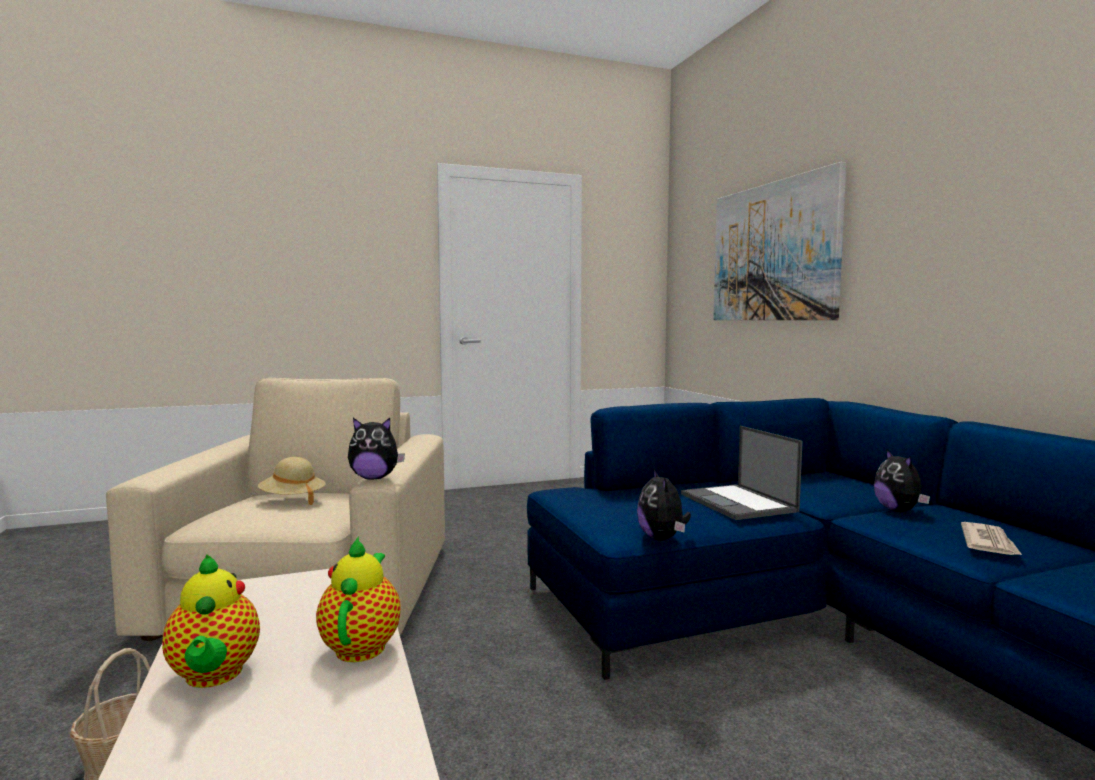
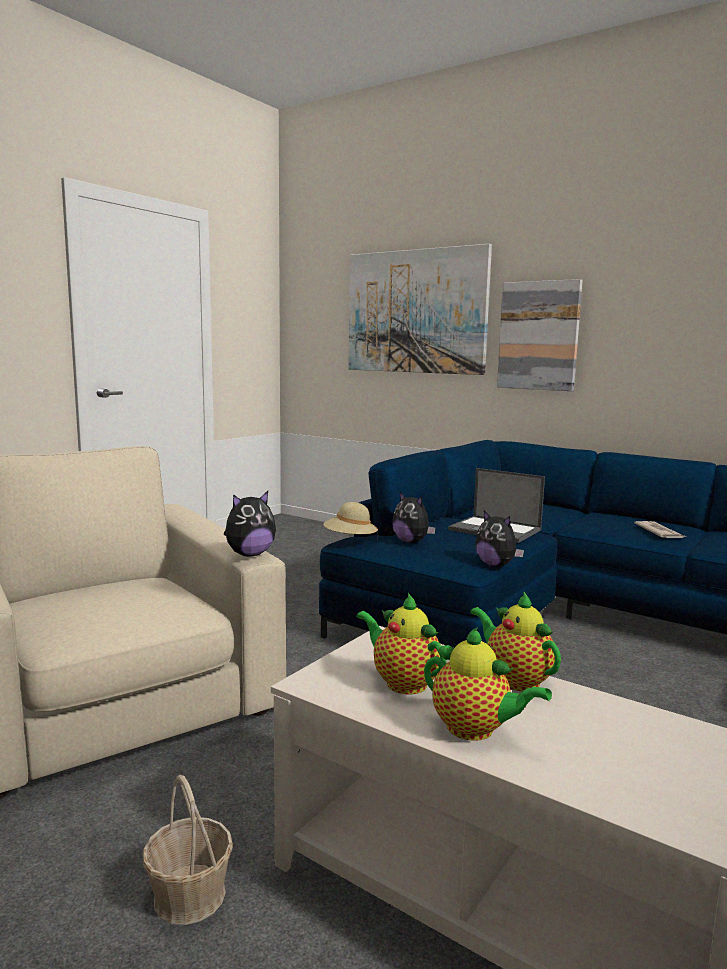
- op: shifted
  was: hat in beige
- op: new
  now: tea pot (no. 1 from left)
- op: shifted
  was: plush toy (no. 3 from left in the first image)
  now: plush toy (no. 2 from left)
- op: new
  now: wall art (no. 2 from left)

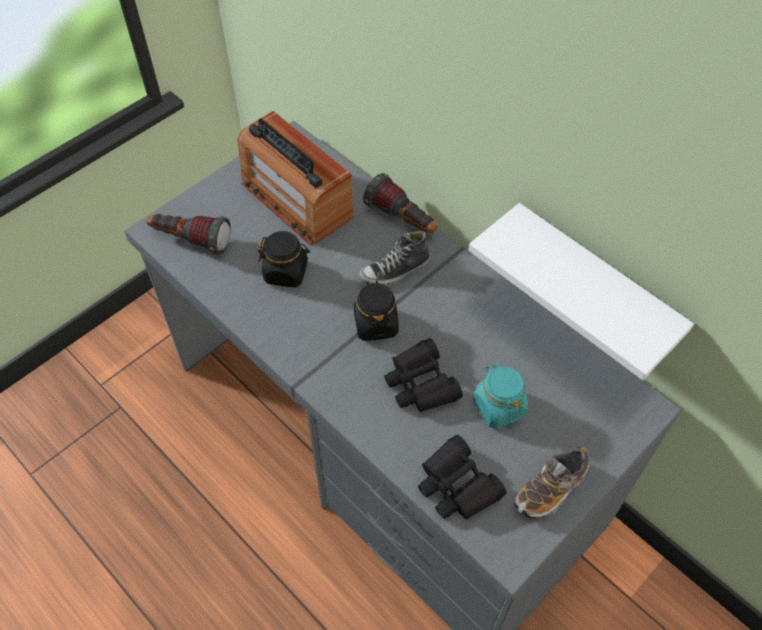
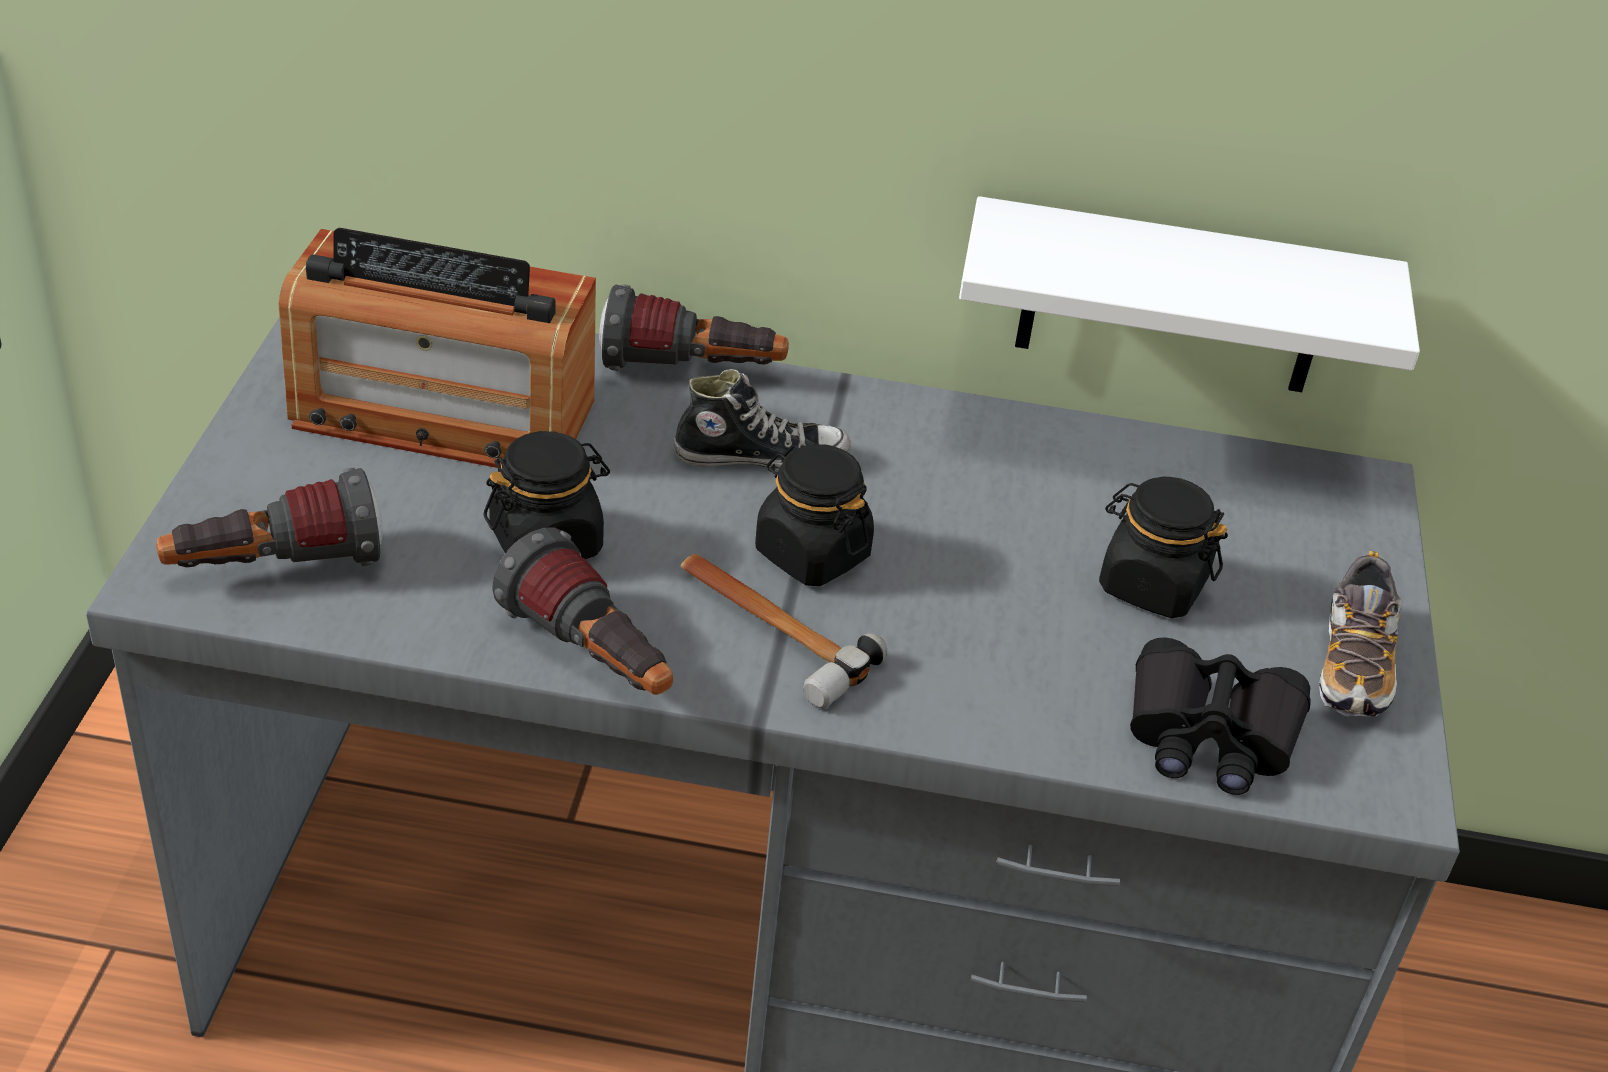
- op: new
  now: flashlight (no. 2 from left)
- op: rotated
  was: shoe (no. 1 from left)
  clockwise: -120
- op: new
  now: hand hammer
- op: repainted
  was: storage jar in turquoise-coloured
  now: storage jar in blackish (no. 3 from left)
- op: gone
  was: pair of binoculars in blackish (no. 1 from left)

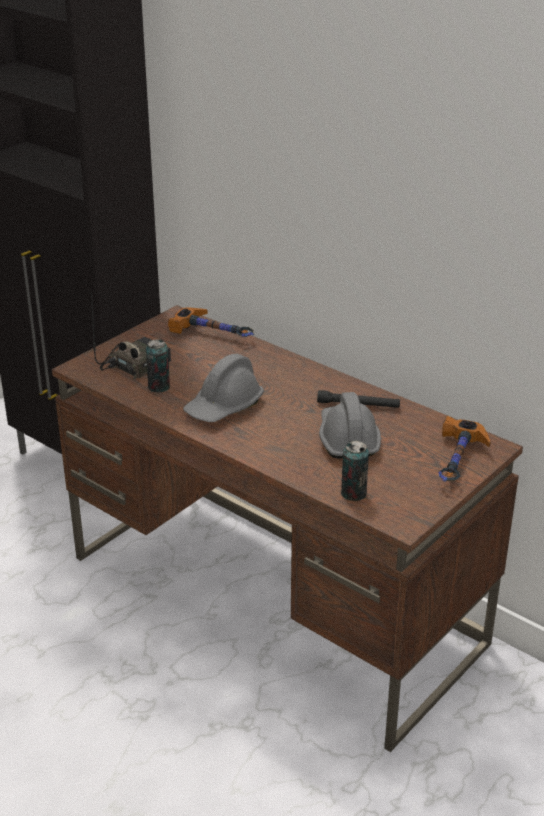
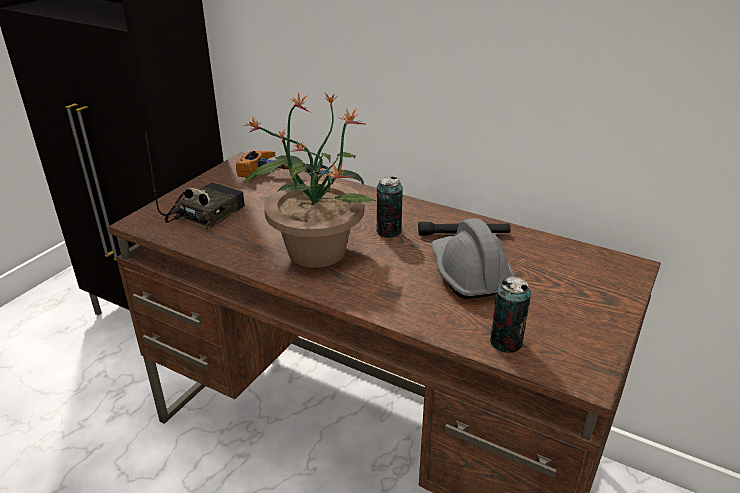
- op: swapped
  was: safety helmet in gray (no. 1 from left)
  now: houseplant
- op: shifted
  was: can (no. 1 from left)
- op: gone
  was: hand hammer (no. 2 from left)

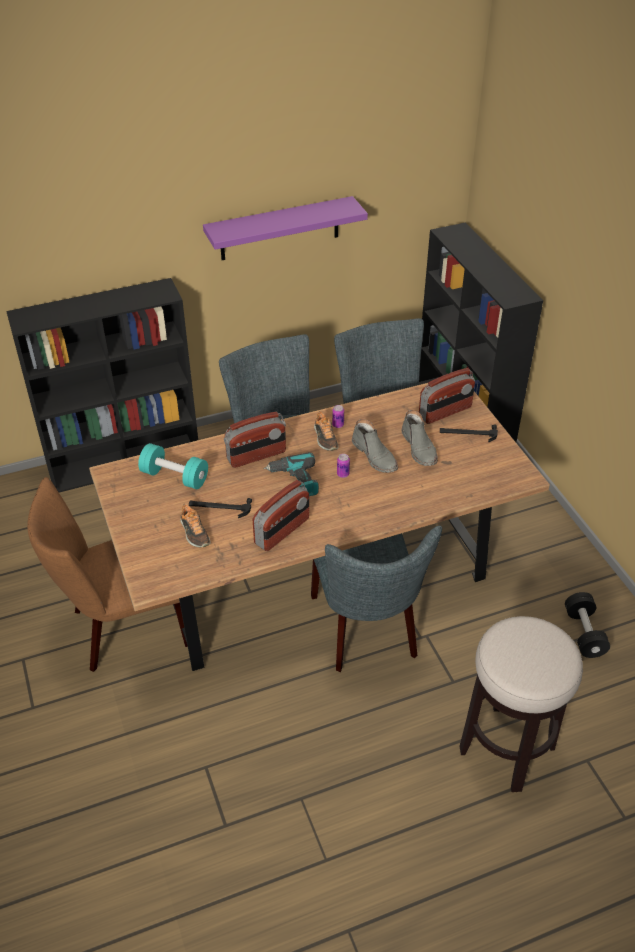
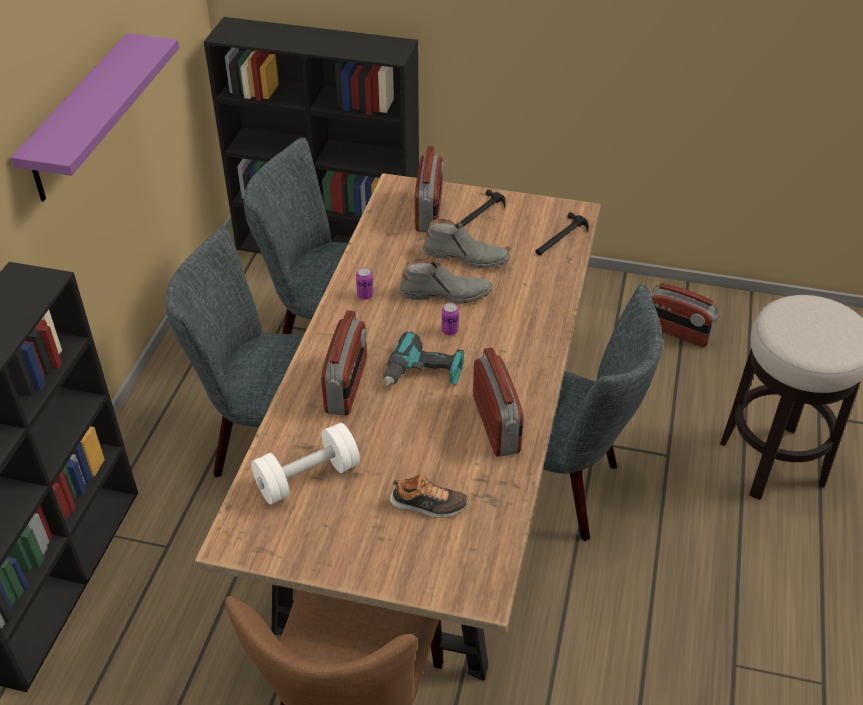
- op: repainted
  was: dumbbell in turquoise-coloured
  now: dumbbell in white-coloured
- op: shifted
  was: hand hammer (no. 1 from left in the first image)
  now: hand hammer (no. 2 from left)
- op: swapped
  was: dumbbell in blackish
  now: radio set (no. 4 from left)
- op: gone
  was: shoe (no. 2 from left)

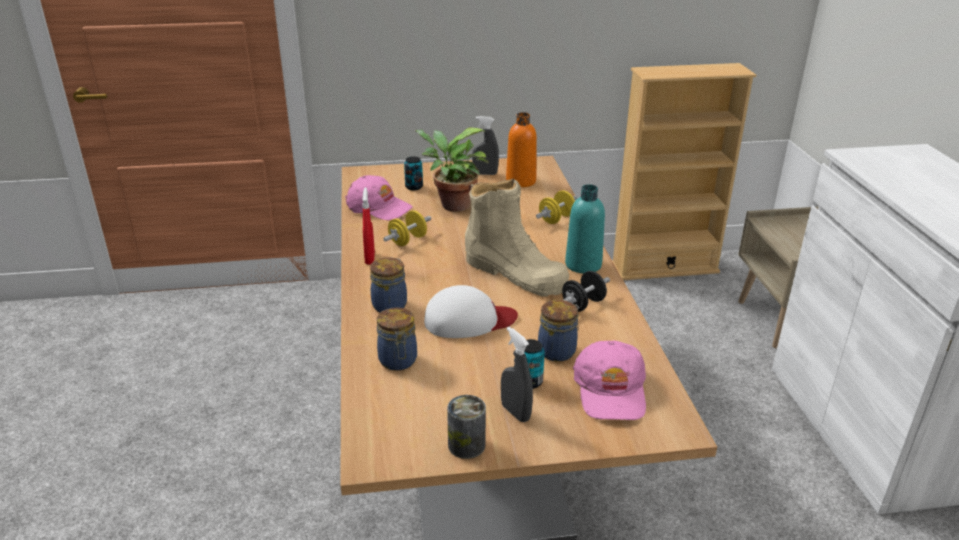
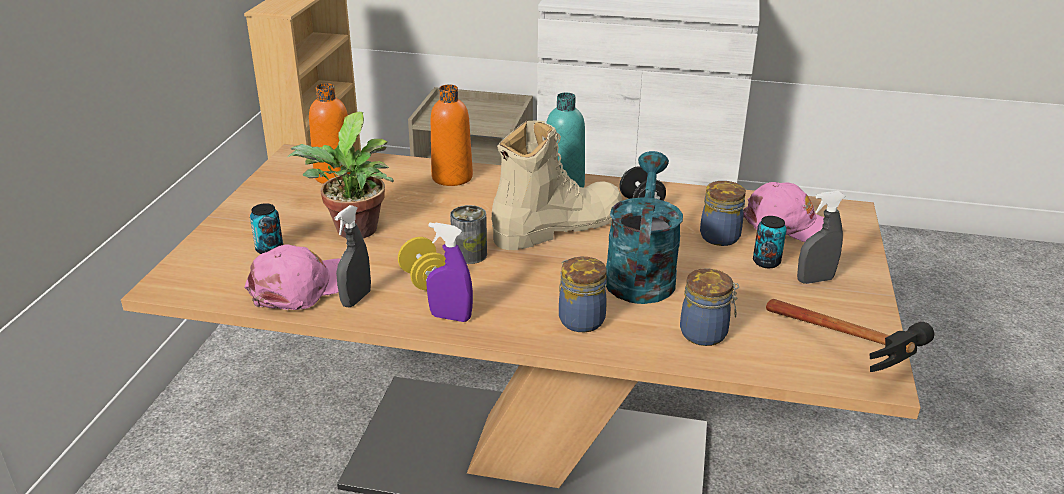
- op: shifted
  was: spray bottle in gray (no. 1 from left)
- op: repainted
  was: spray bottle in red-coloured
  now: spray bottle in purplish
- op: swapped
  was: dumbbell in yellow (no. 2 from left)
  now: drink bottle in orangey (no. 2 from left)
- op: shifted
  was: can (no. 2 from left)
- op: swapped
  was: baseball cap in white-coloured
  now: watering can in turquoise-coloured
- op: new
  now: hand hammer

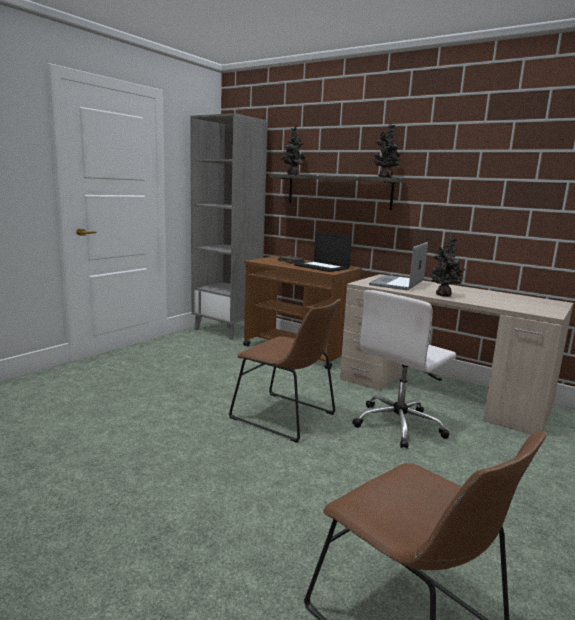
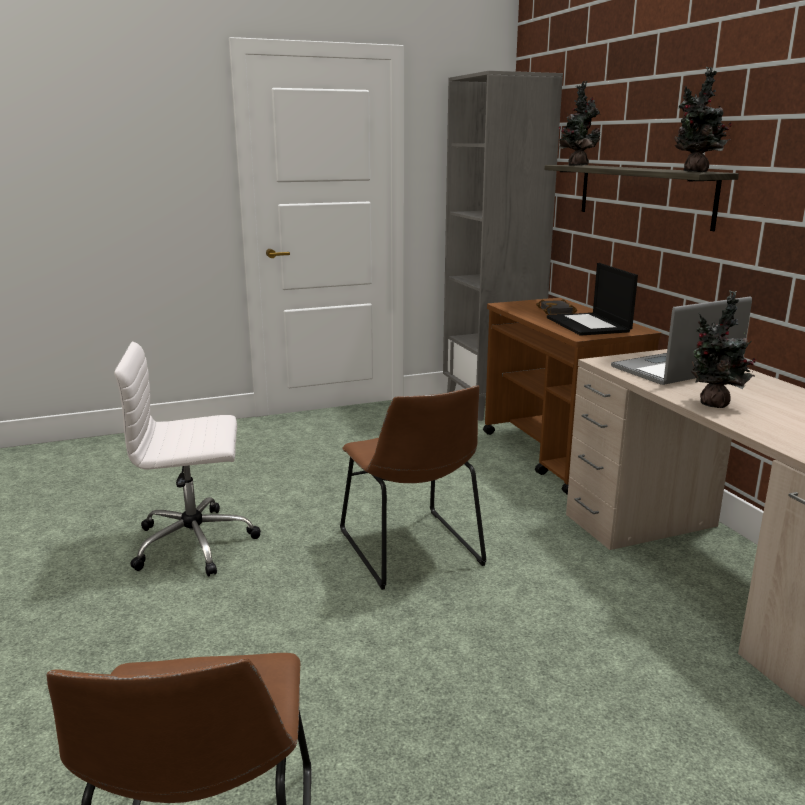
- op: shifted
  was: desk chair in white-coloured

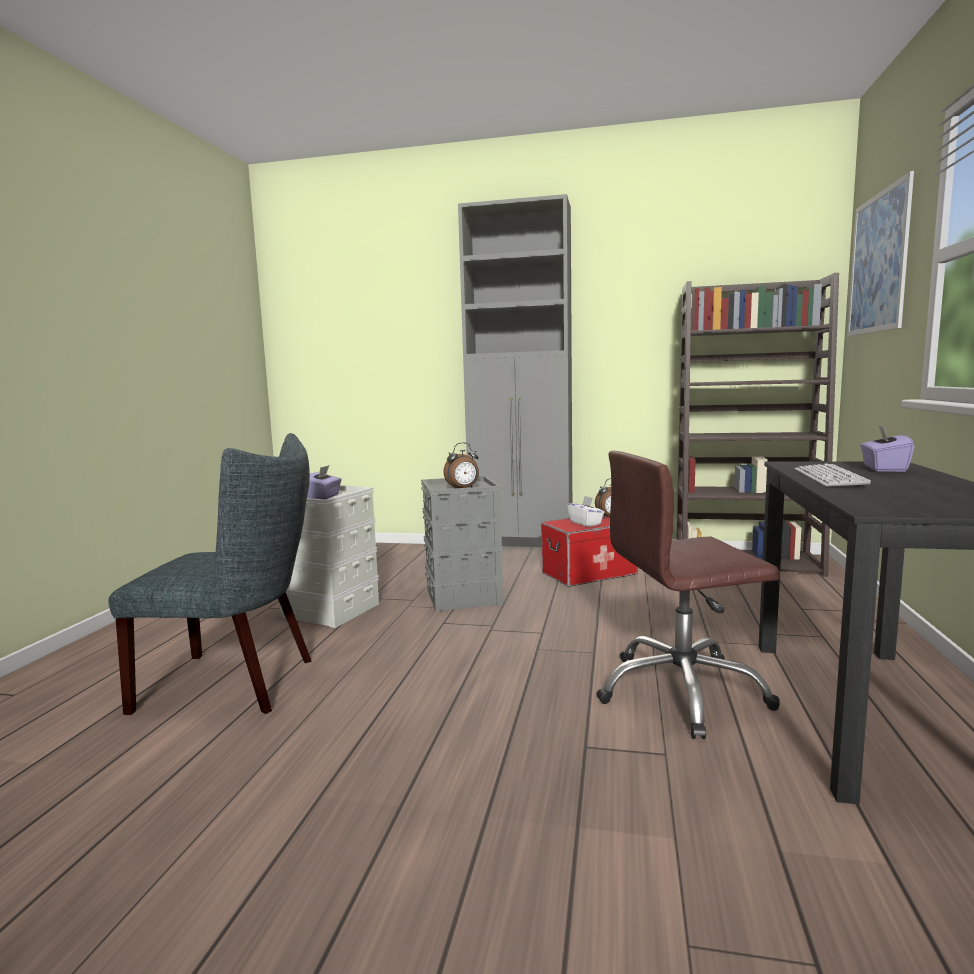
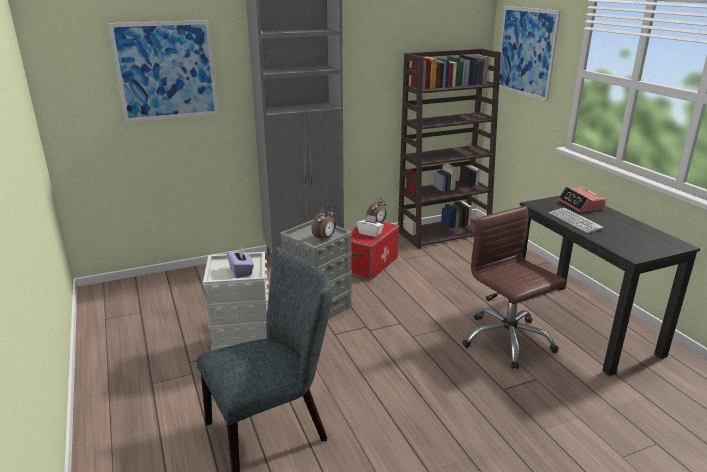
- op: new
  now: wall art (no. 1 from left)
- op: rotated
  was: desk chair in brown-coloured
  clockwise: 105
- op: swapped
  was: tissue box in purplish (no. 2 from left)
  now: bedside clock (no. 3 from left)

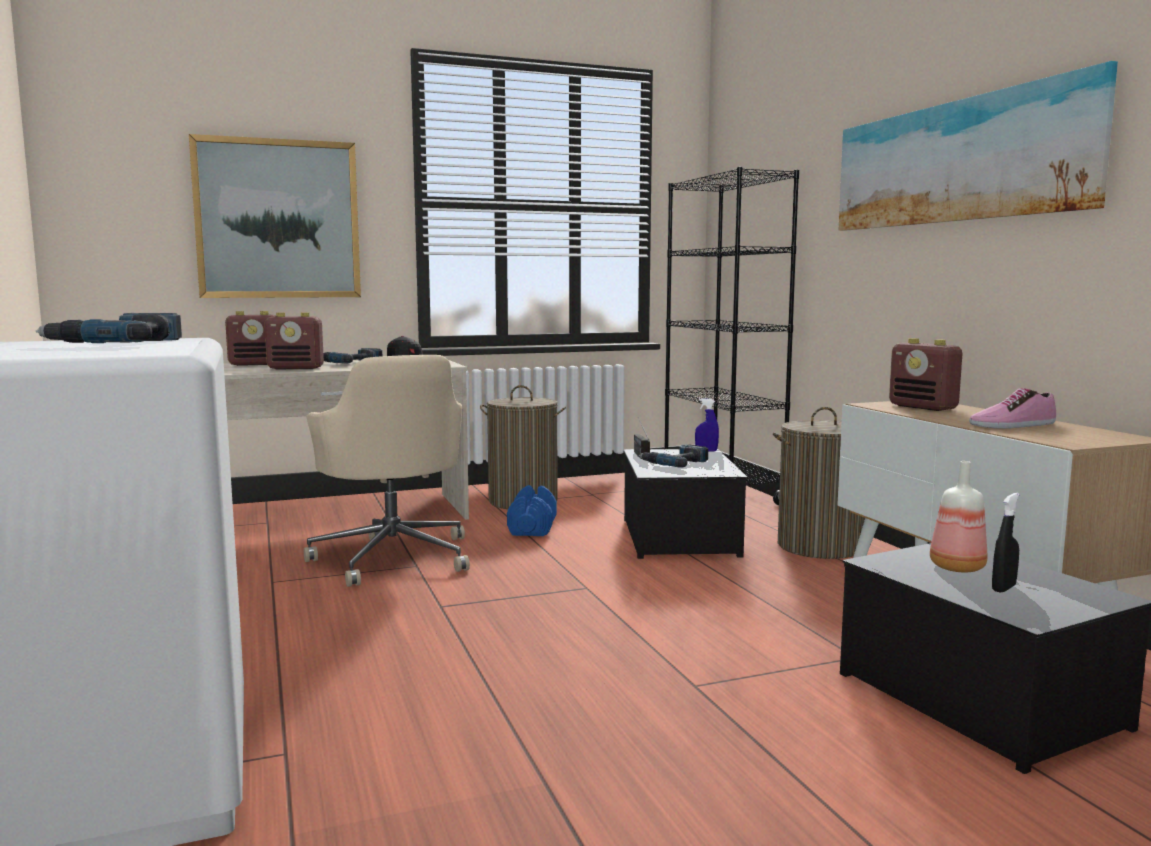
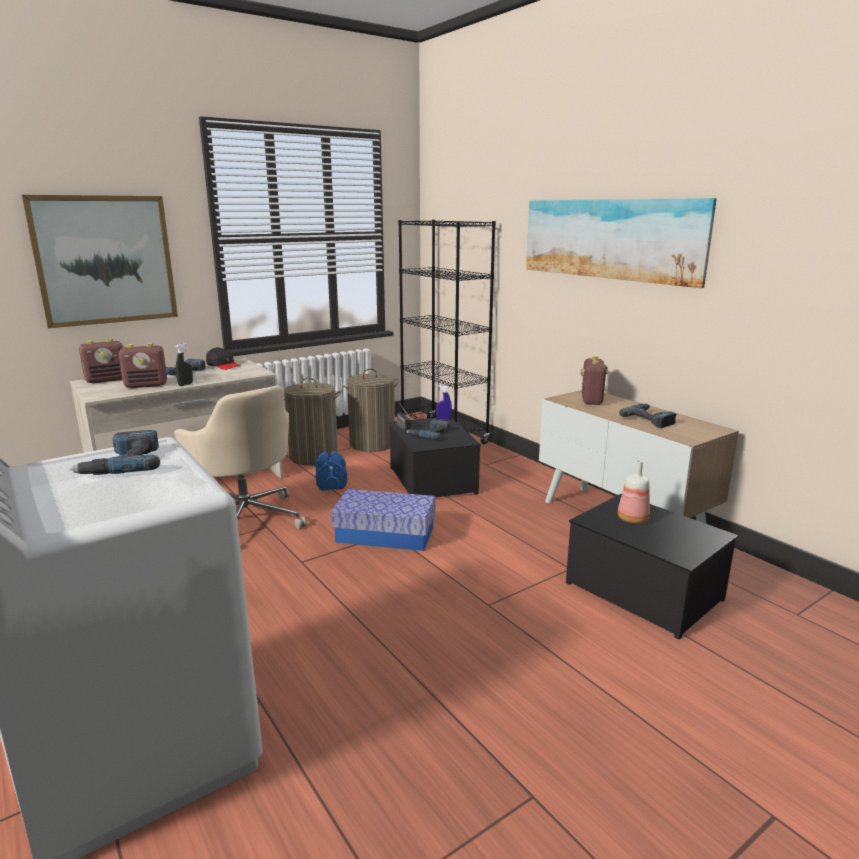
- op: shifted
  was: spray bottle in blackish
- op: new
  now: storage bin (no. 1 from left)
- op: shifted
  was: laundry basket (no. 2 from left)
- op: rotated
  was: radio set (no. 4 from left)
  clockwise: 60
- op: swapped
  was: shoe
  now: power drill (no. 4 from left)

